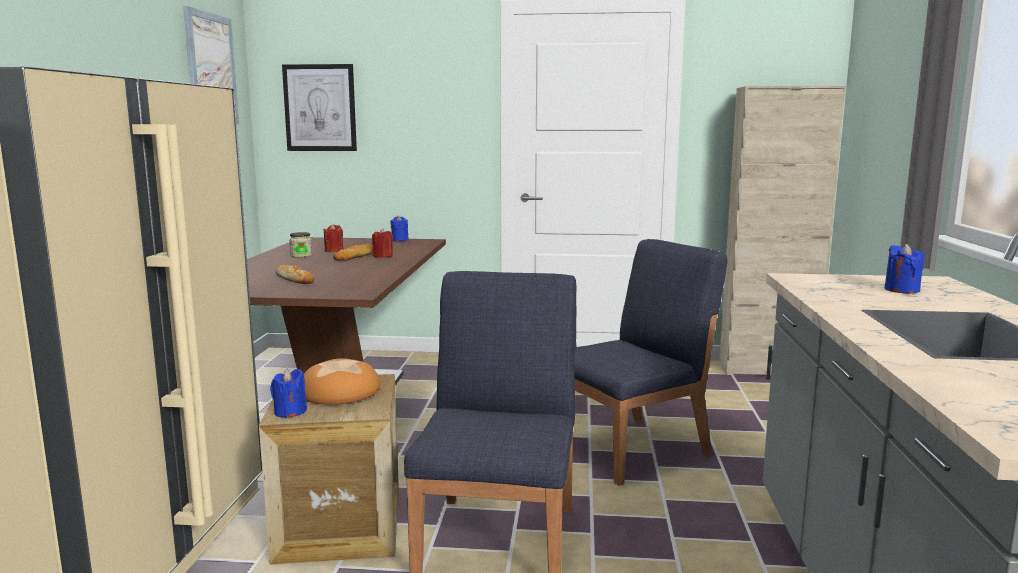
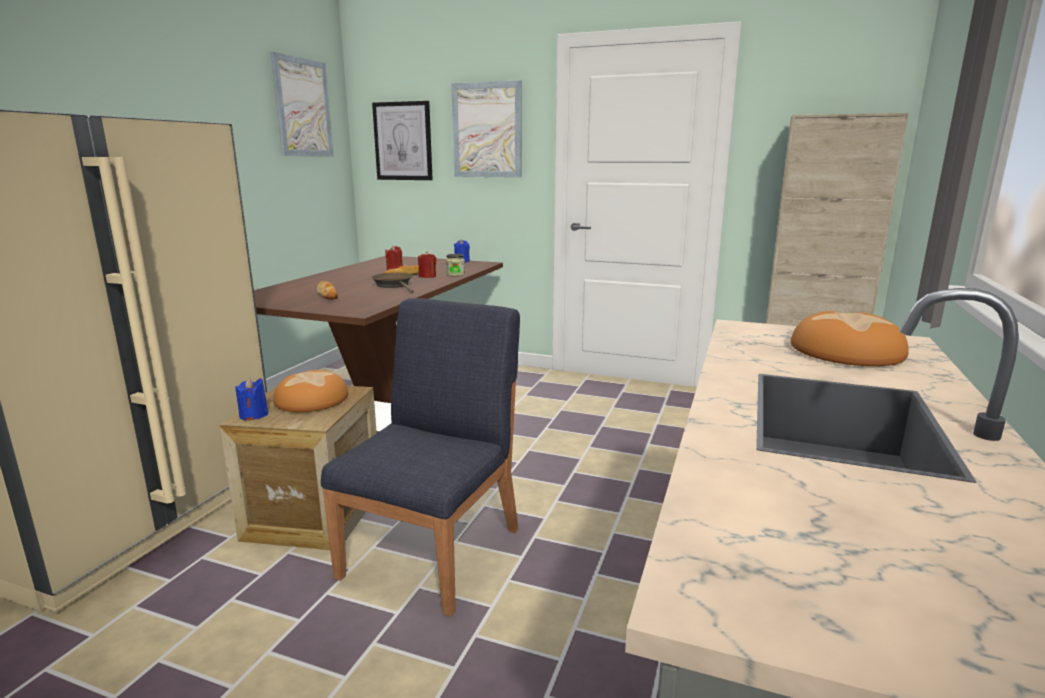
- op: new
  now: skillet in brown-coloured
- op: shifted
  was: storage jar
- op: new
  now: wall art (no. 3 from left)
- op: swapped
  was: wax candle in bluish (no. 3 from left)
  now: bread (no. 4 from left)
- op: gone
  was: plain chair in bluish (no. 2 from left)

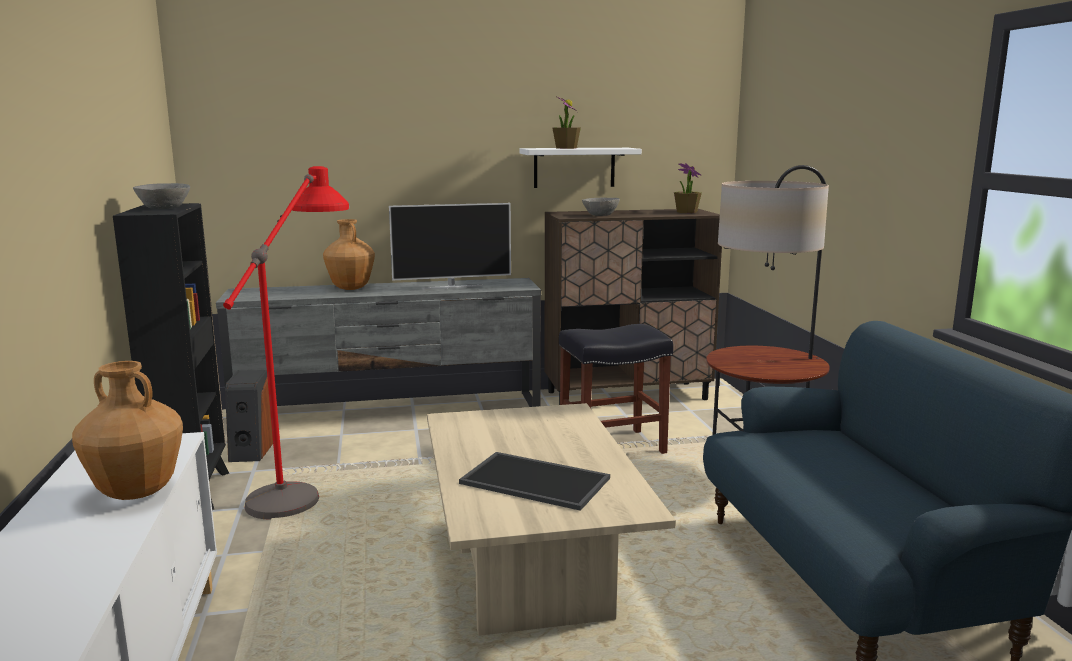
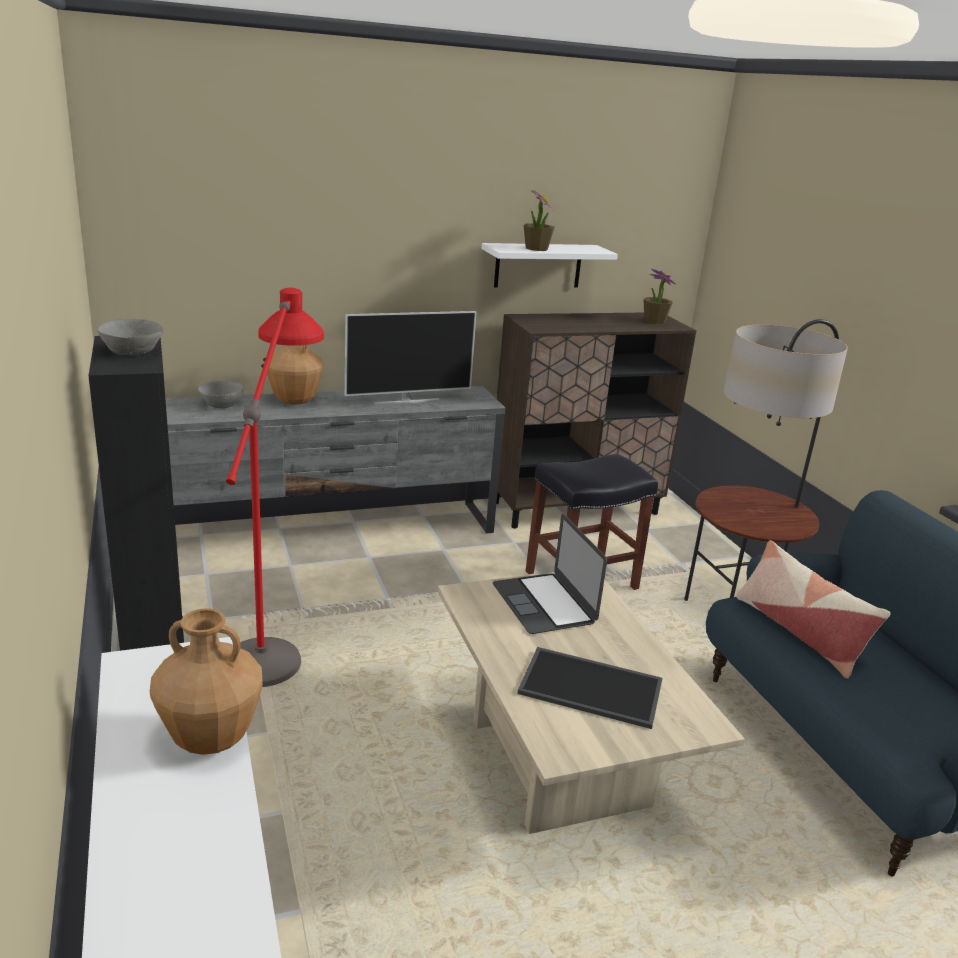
- op: shifted
  was: bowl in gray (no. 2 from left)
- op: new
  now: laptop
- op: new
  now: pillow
- op: gone
  was: loudspeaker

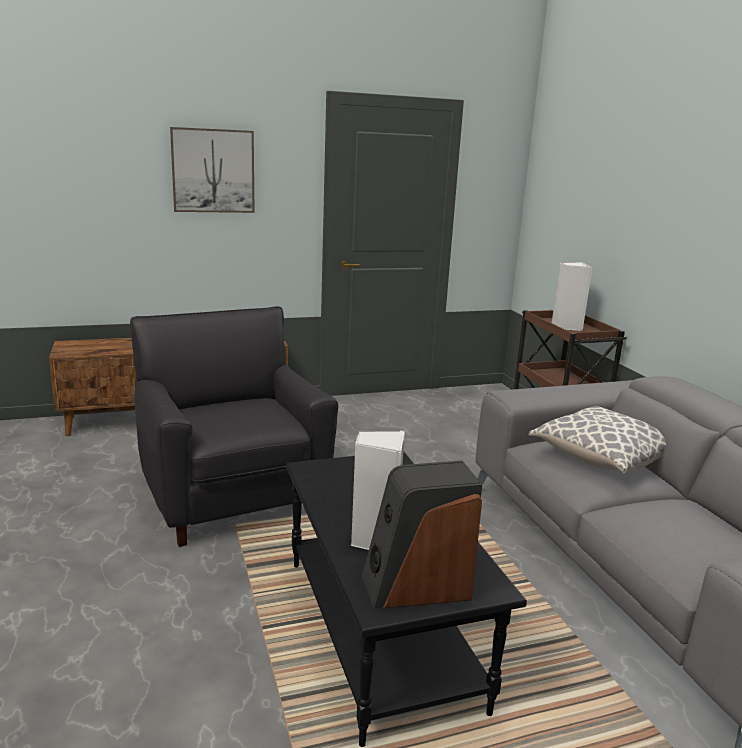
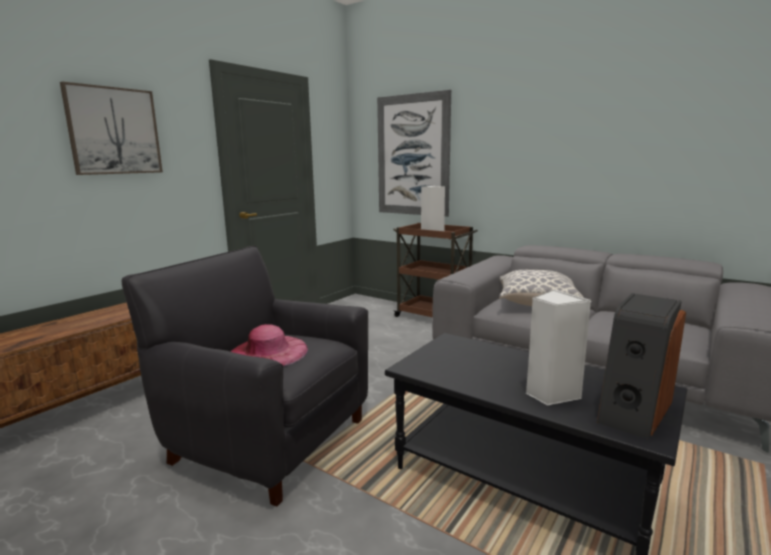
- op: new
  now: hat in pinkish
- op: new
  now: wall art (no. 2 from left)

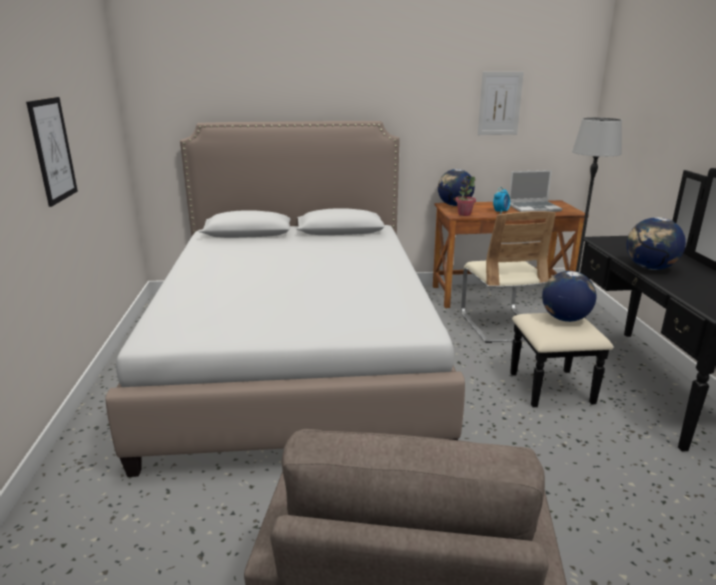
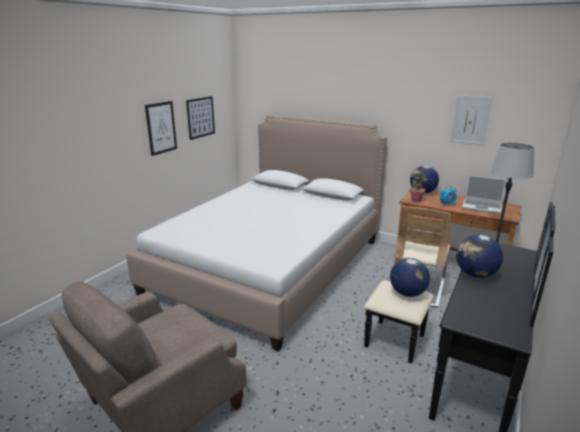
- op: new
  now: wall art (no. 2 from left)

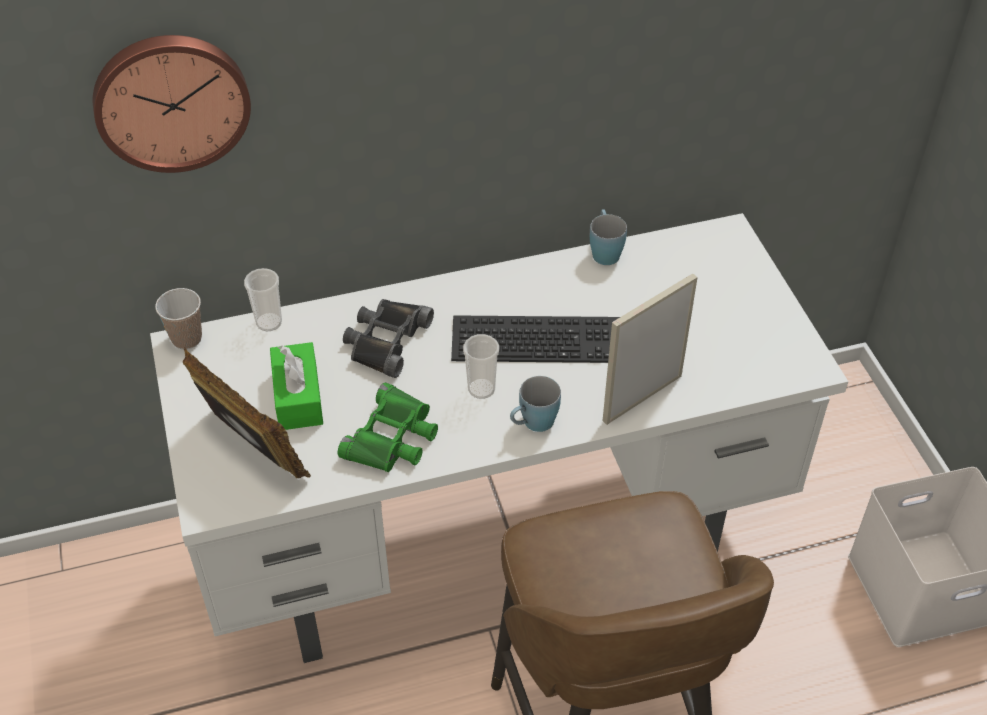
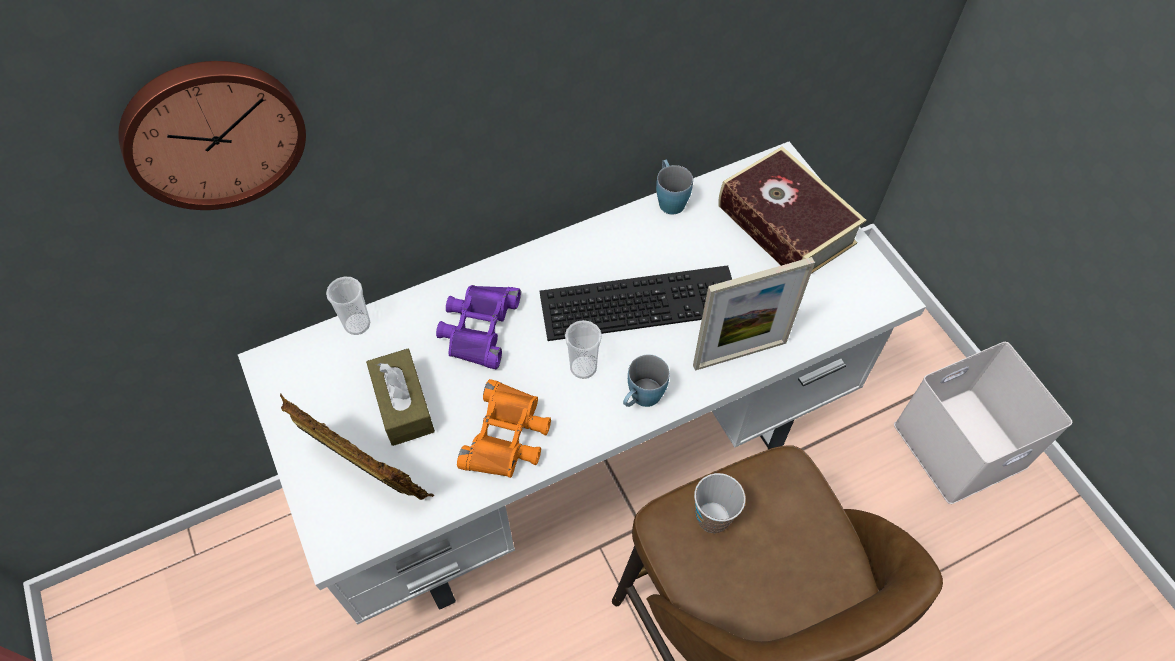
- op: repainted
  was: tissue box in greenish
  now: tissue box in brown-coloured
- op: repainted
  was: pair of binoculars in blackish
  now: pair of binoculars in purplish
- op: repainted
  was: pair of binoculars in greenish
  now: pair of binoculars in orangey
- op: rotated
  was: standing frame (no. 2 from left)
  clockwise: -150
- op: shifted
  was: cup (no. 1 from left in the first image)
  now: cup (no. 3 from left)
- op: new
  now: bound book

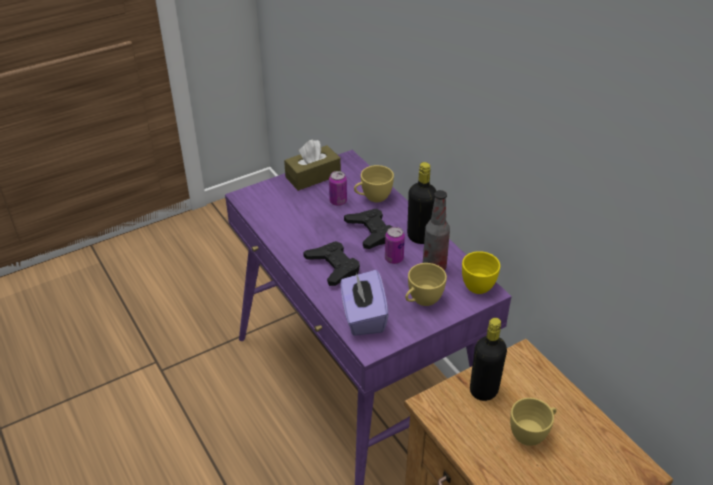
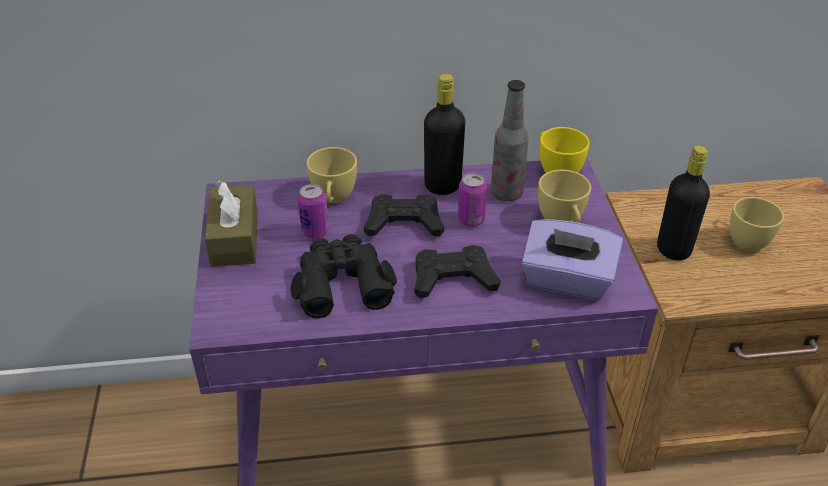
- op: new
  now: pair of binoculars in blackish

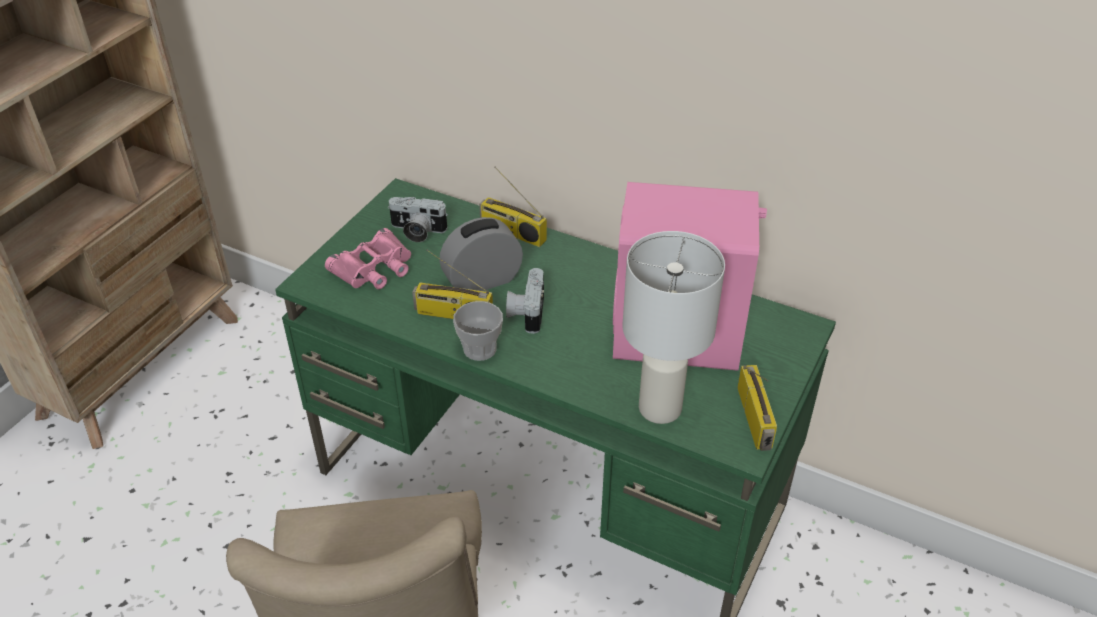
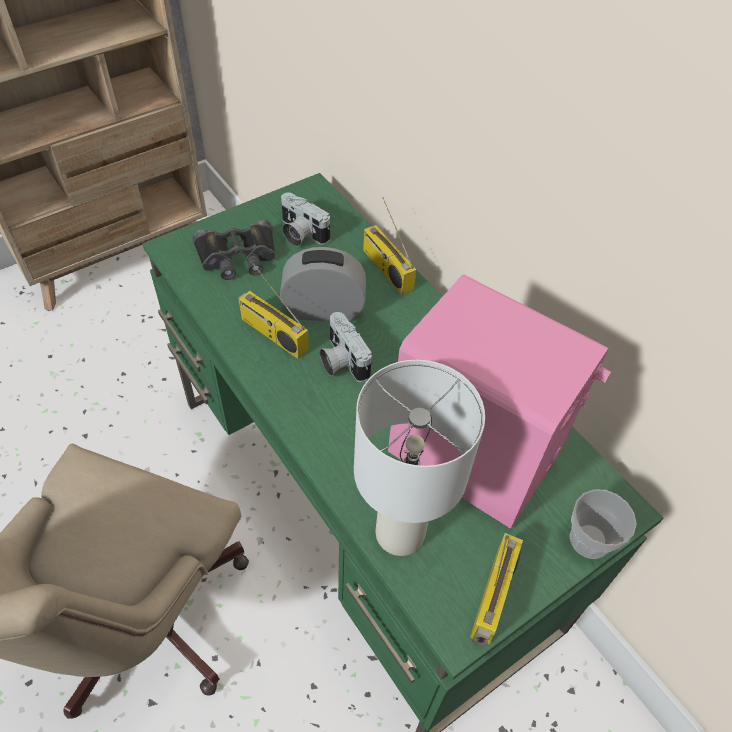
- op: repainted
  was: pair of binoculars in pinkish
  now: pair of binoculars in blackish
- op: rotated
  was: still camera (no. 2 from left)
  clockwise: -60
- op: shifted
  was: cup

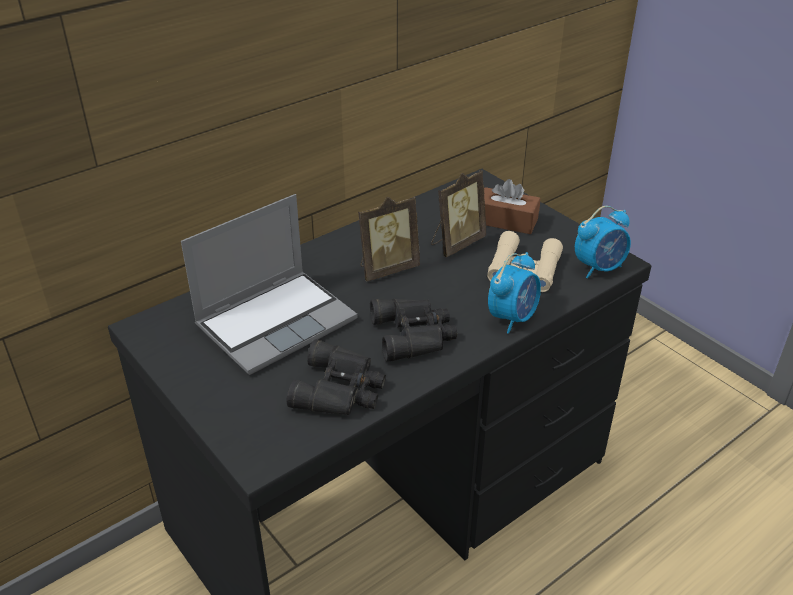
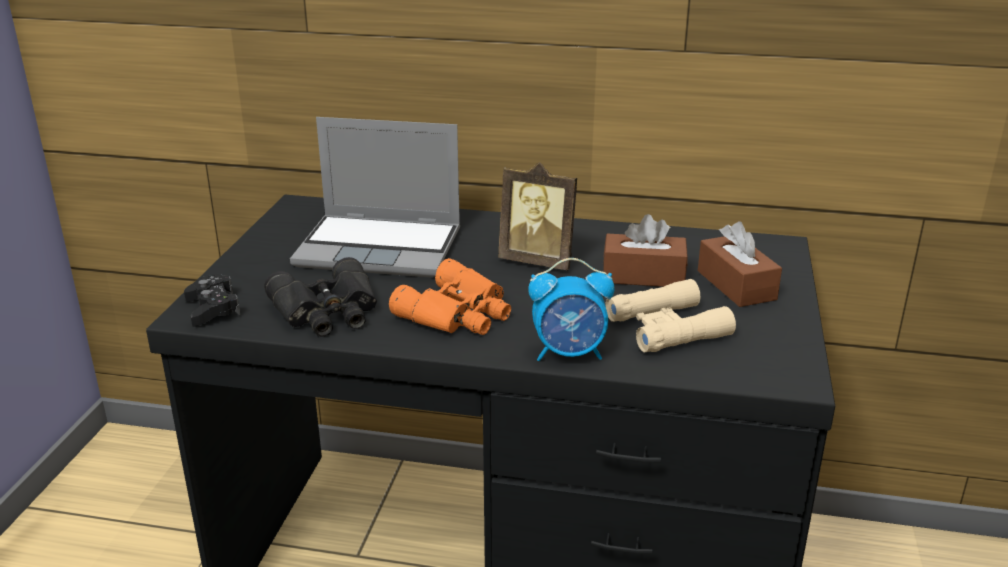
- op: new
  now: gamepad in blackish
- op: repainted
  was: pair of binoculars in blackish (no. 2 from left)
  now: pair of binoculars in orangey
- op: swapped
  was: standing frame (no. 2 from left)
  now: tissue box in brown-coloured (no. 1 from left)
- op: gone
  was: bedside clock (no. 2 from left)

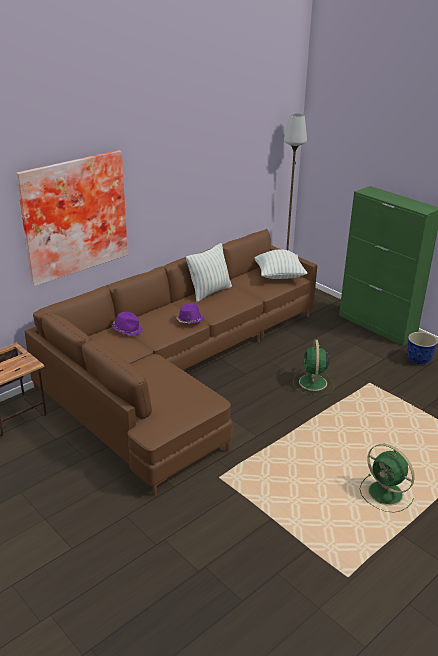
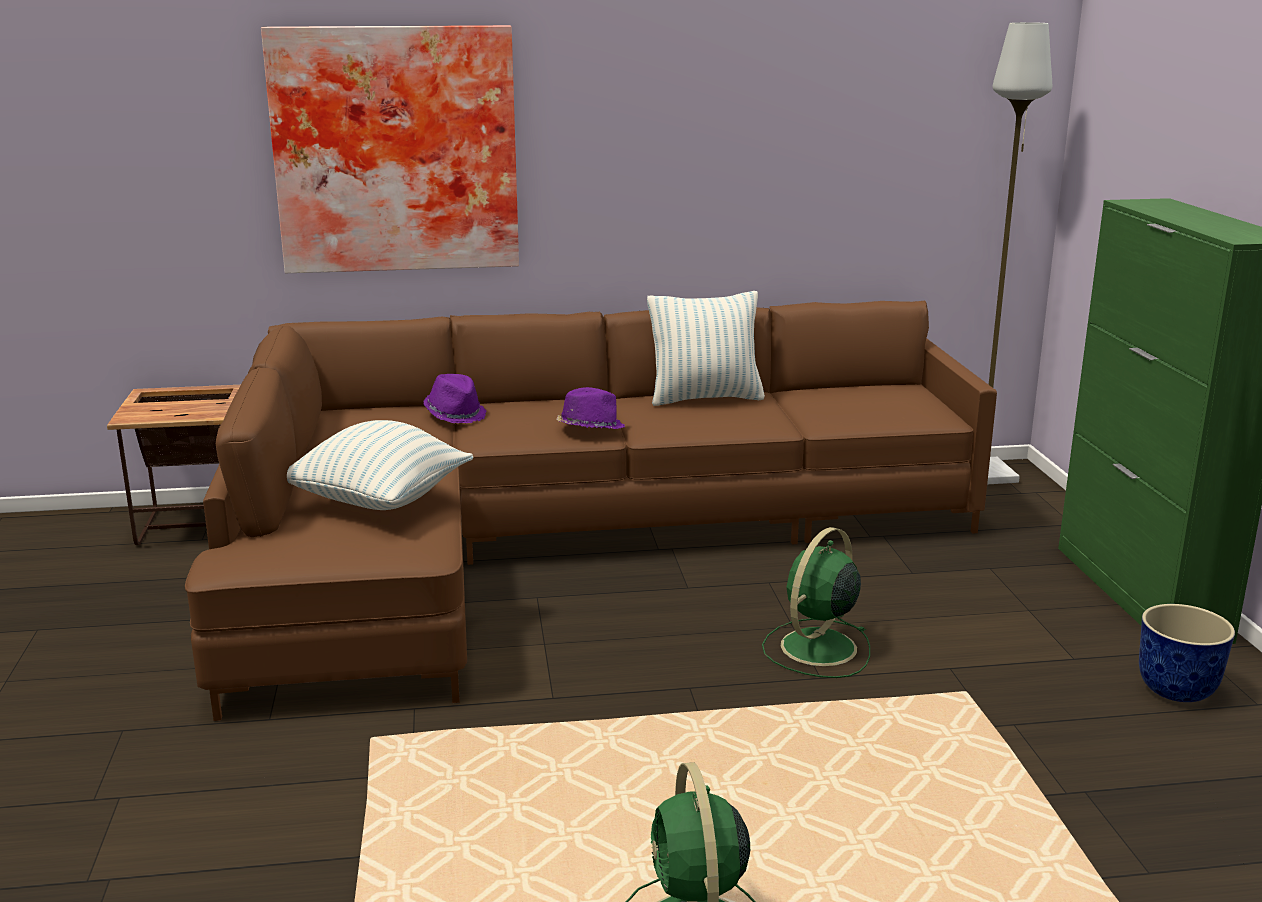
- op: shifted
  was: pillow (no. 2 from left in the first image)
  now: pillow (no. 1 from left)

